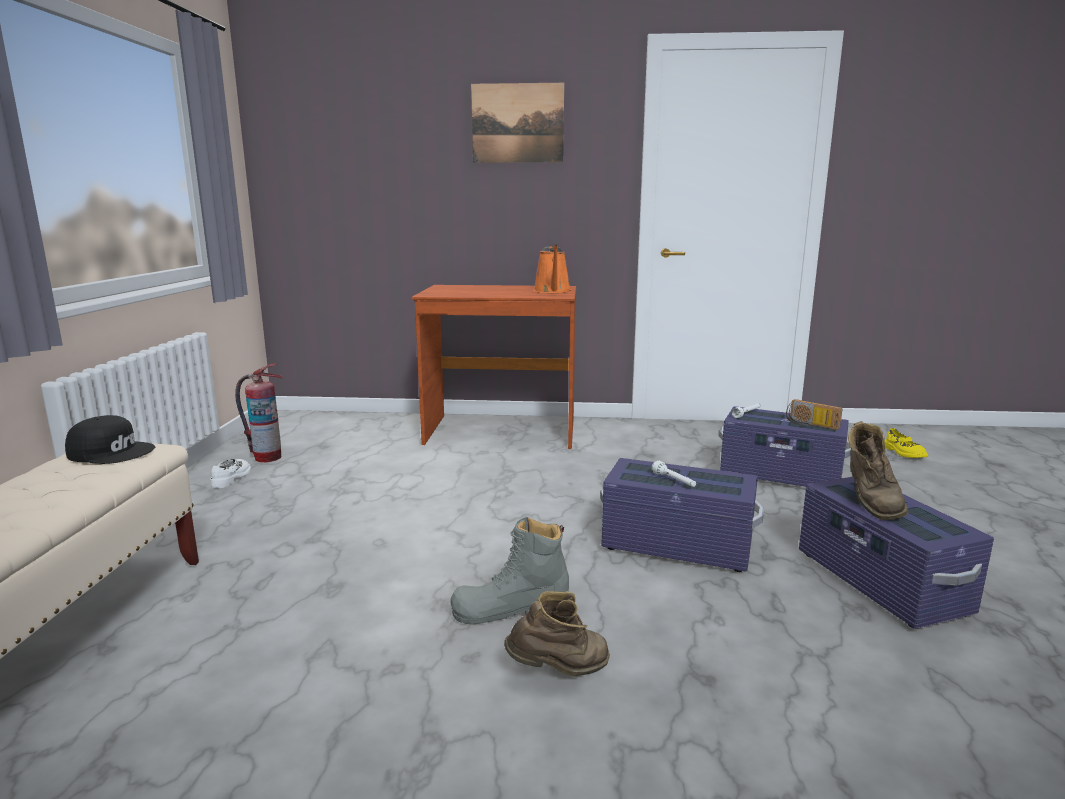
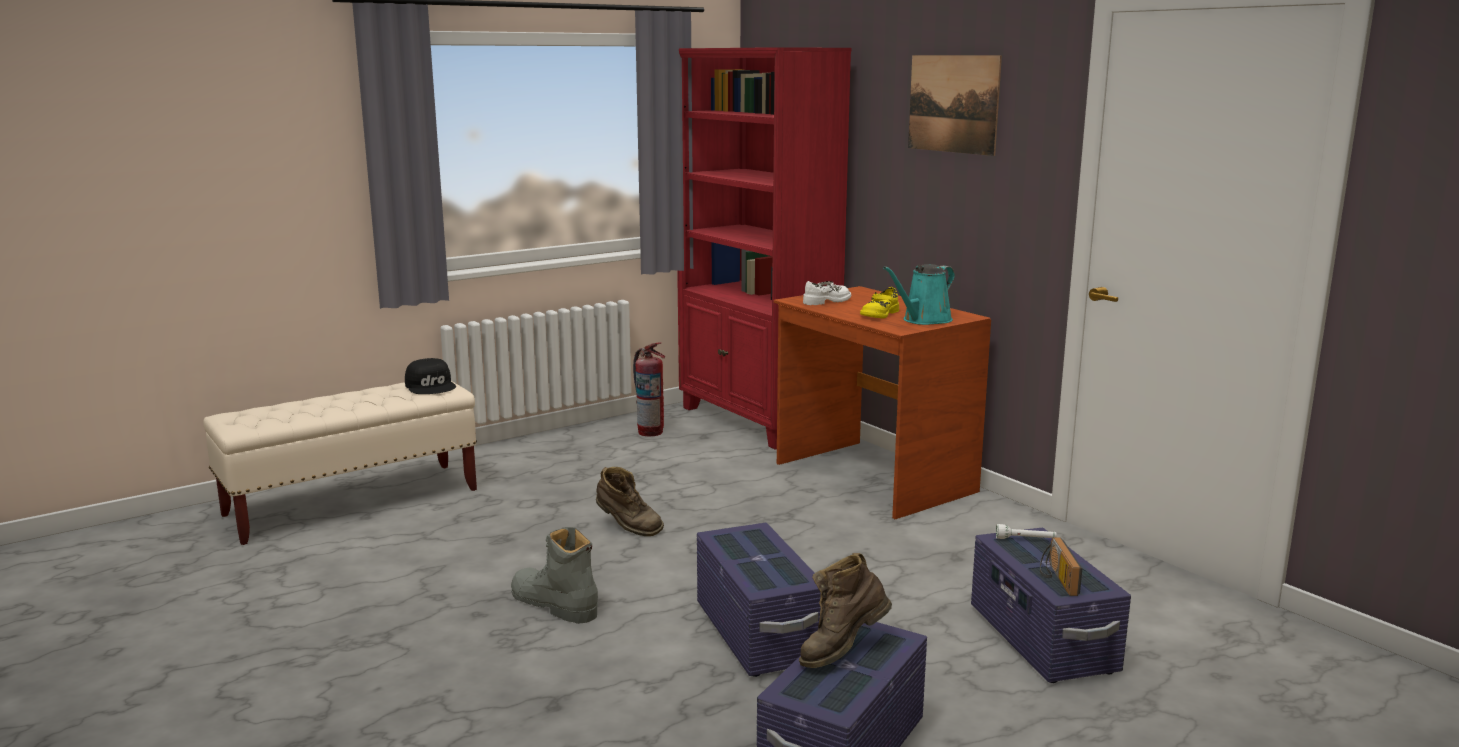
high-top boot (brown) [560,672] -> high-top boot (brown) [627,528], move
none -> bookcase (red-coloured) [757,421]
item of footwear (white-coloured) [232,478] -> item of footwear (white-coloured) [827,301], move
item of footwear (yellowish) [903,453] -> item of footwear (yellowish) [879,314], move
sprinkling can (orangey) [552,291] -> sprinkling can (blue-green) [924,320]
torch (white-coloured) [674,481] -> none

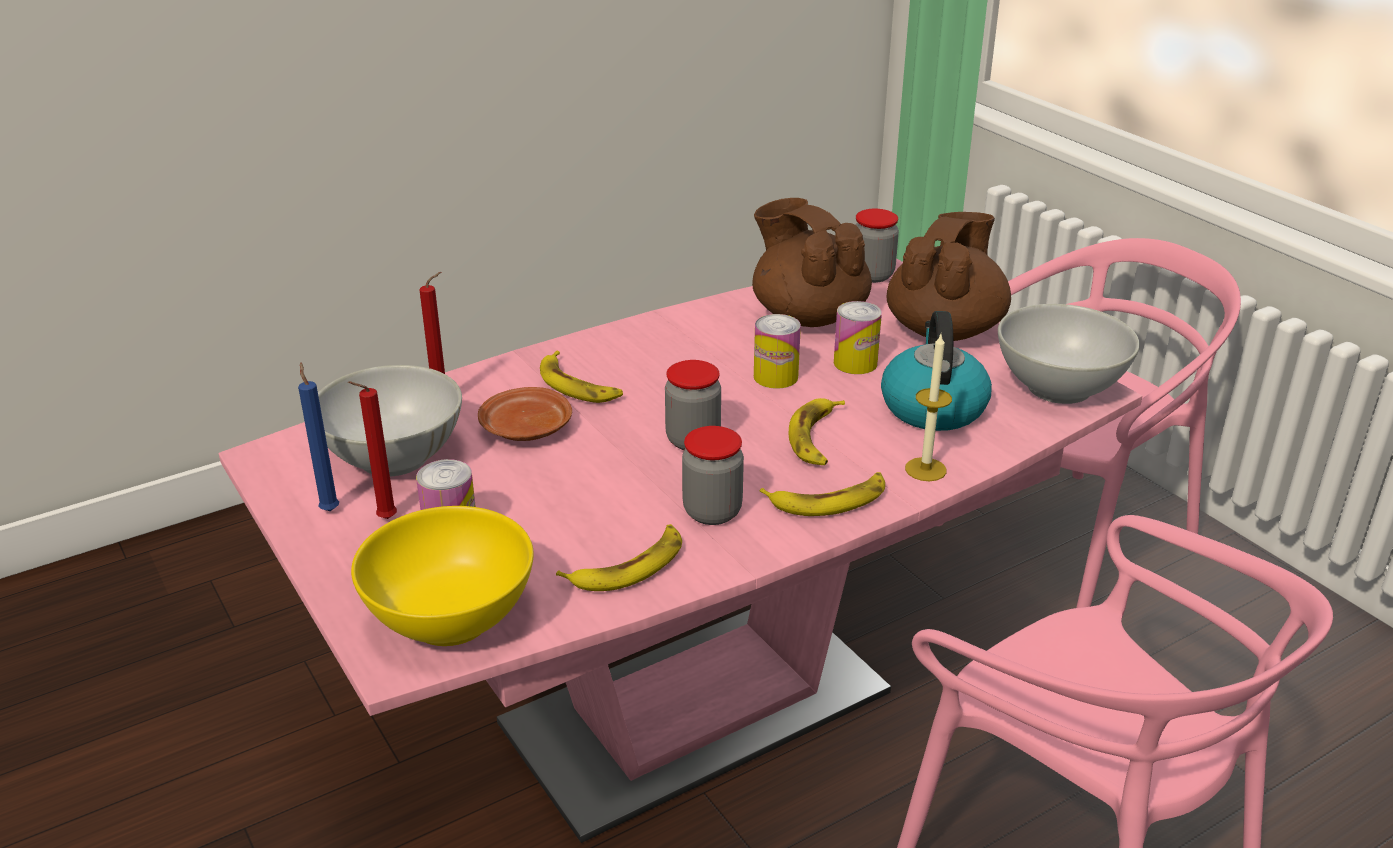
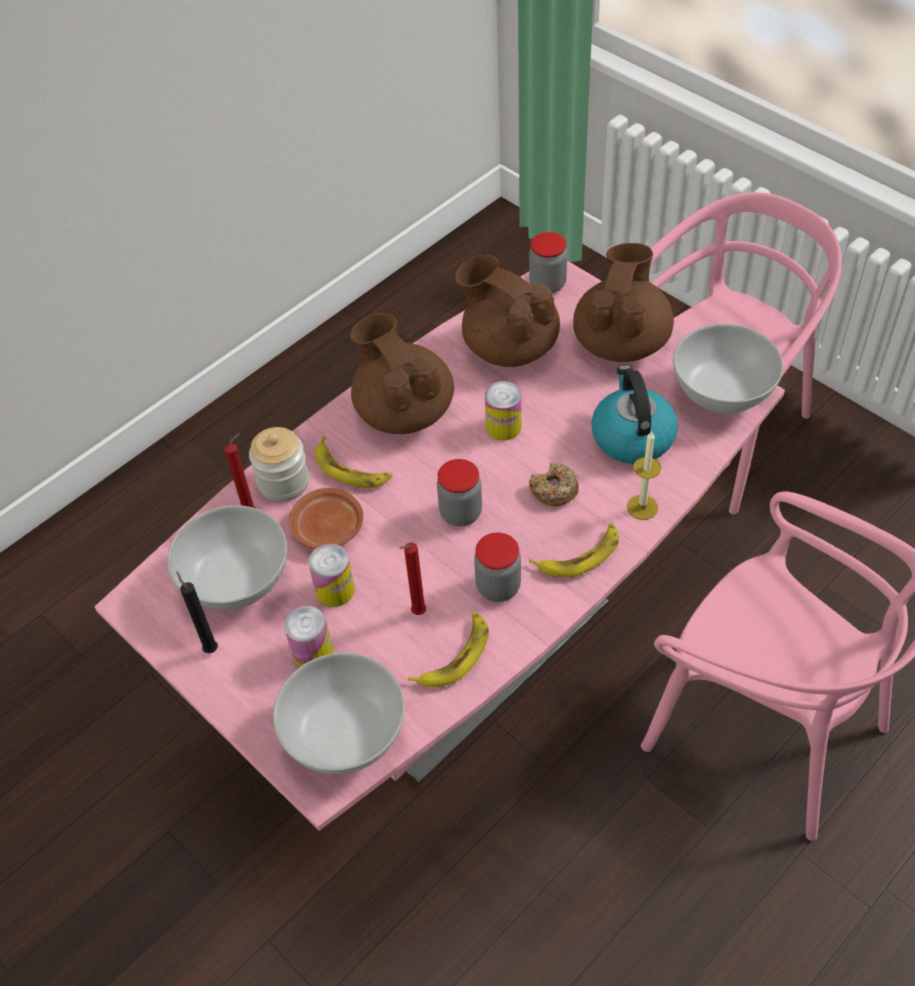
wax candle (blue) [329,509] -> wax candle (blackish) [210,648]
none -> storage jar [283,482]
deep dish (yellowish) [449,620] -> deep dish (white-coloured) [344,737]
can [855,363] -> can [335,590], move
none -> tea pot (brown) [403,410]
wax candle (red-coloured) [384,519] -> wax candle (red-coloured) [416,613], move
banana [817,438] -> donut [554,490]

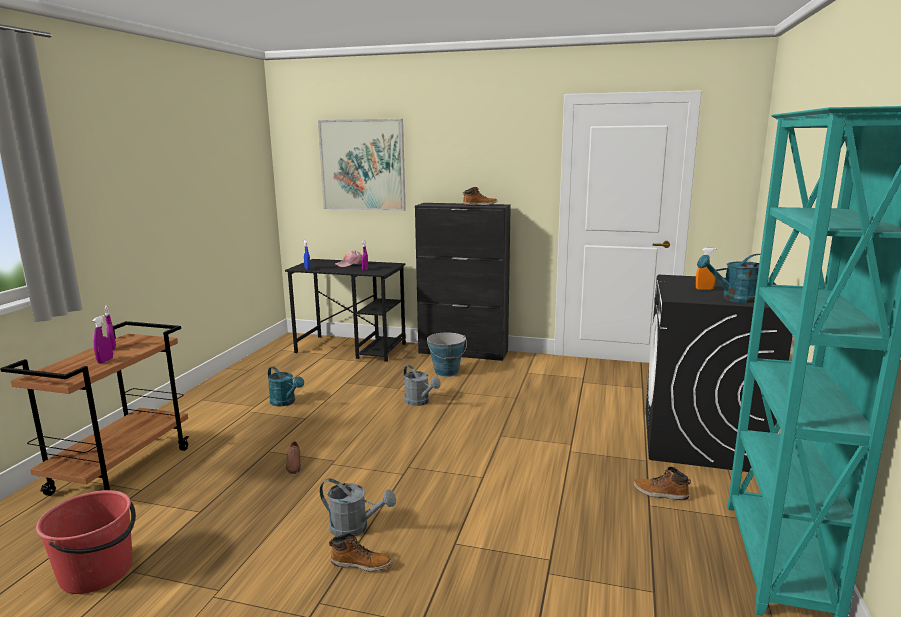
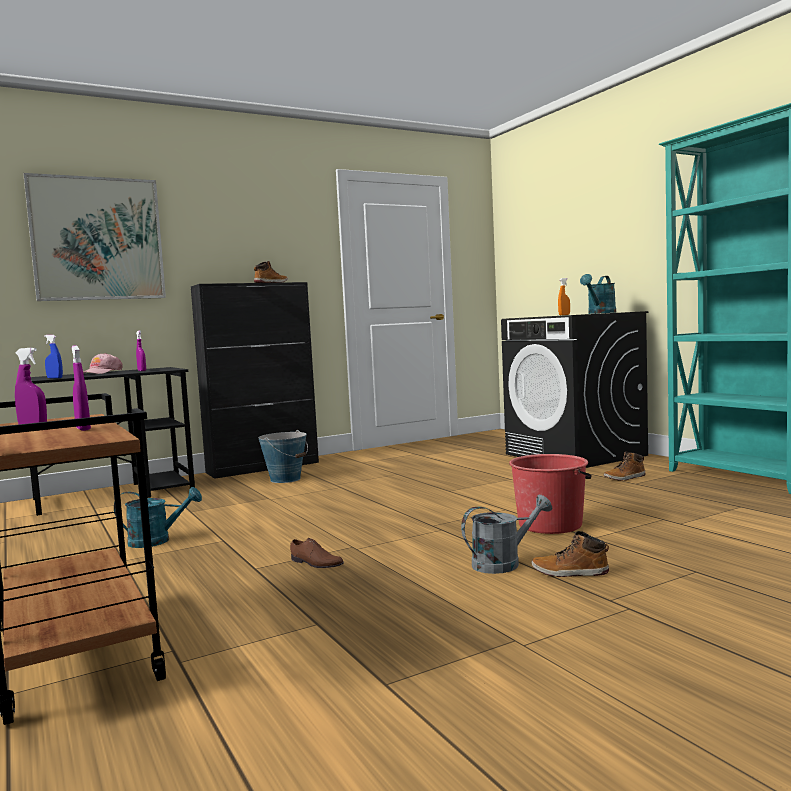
water bucket (red-coloured) [98,572] -> water bucket (red-coloured) [550,524], move
high-top boot [361,563] -> high-top boot [570,572], 135 degrees counterclockwise
sprinkling can (greyish) [420,402] -> none

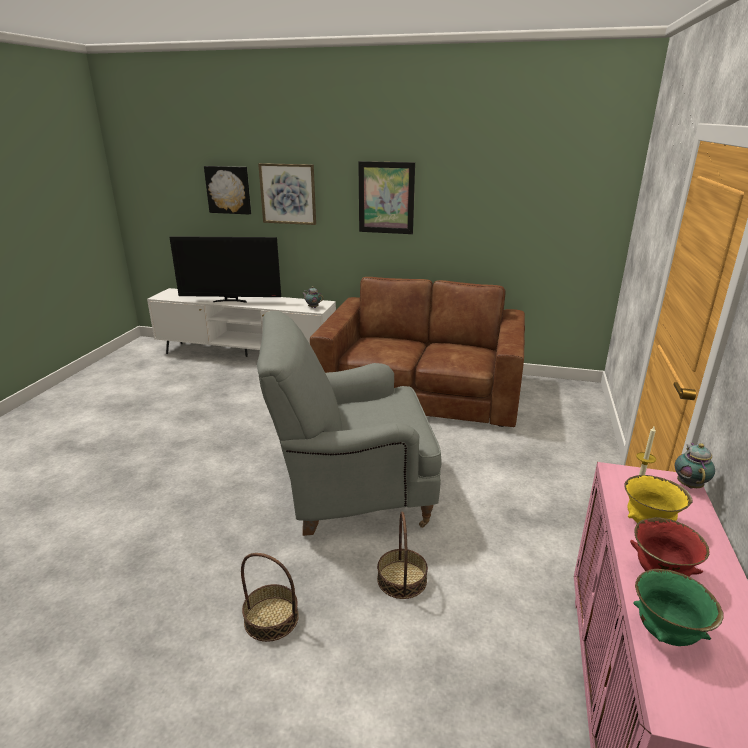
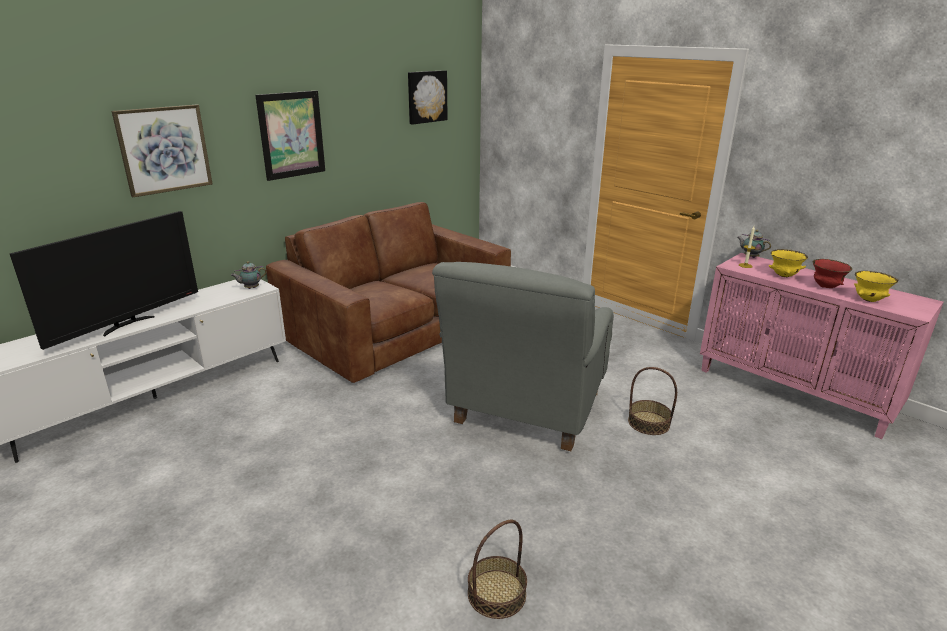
wall picture [228,190] -> wall picture [426,96], move
basket [271,618] -> basket [496,593], move
deep dish (green-coloured) [665,634] -> deep dish (yellowish) [869,300]

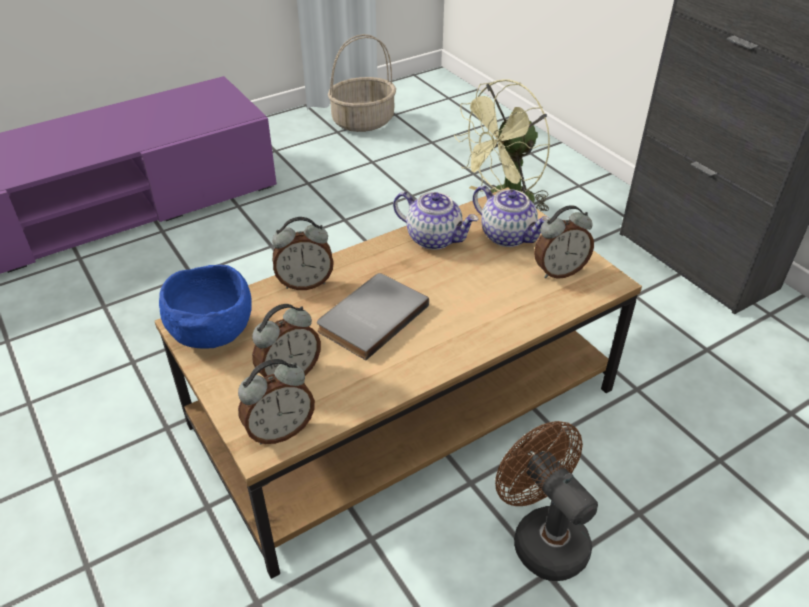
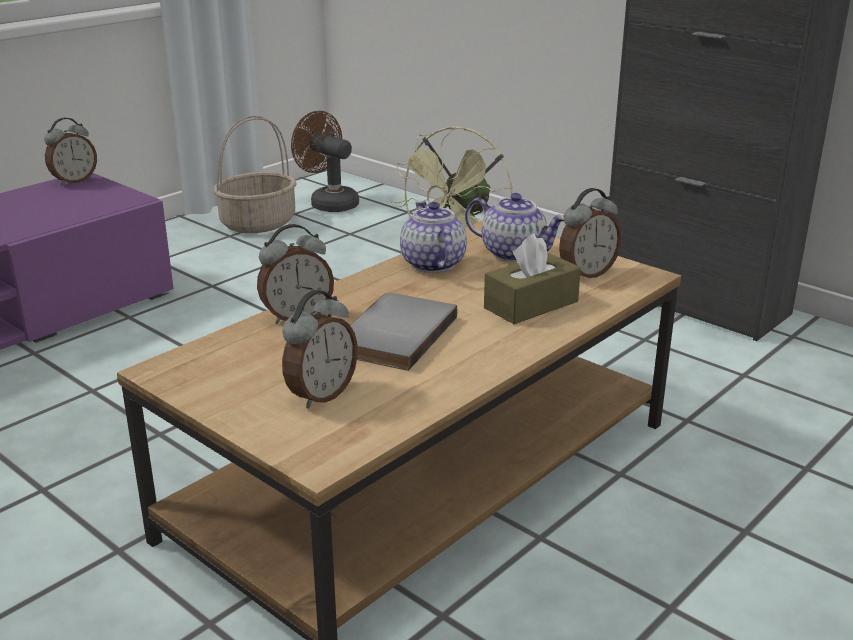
alarm clock [280,430] -> alarm clock [74,181], move
fan (brown) [542,537] -> fan (brown) [329,203], move
tea pot [434,238] -> tea pot [431,264], 120 degrees counterclockwise
none -> tissue box (brown) [531,305]
deep dish (blue) [212,333] -> none

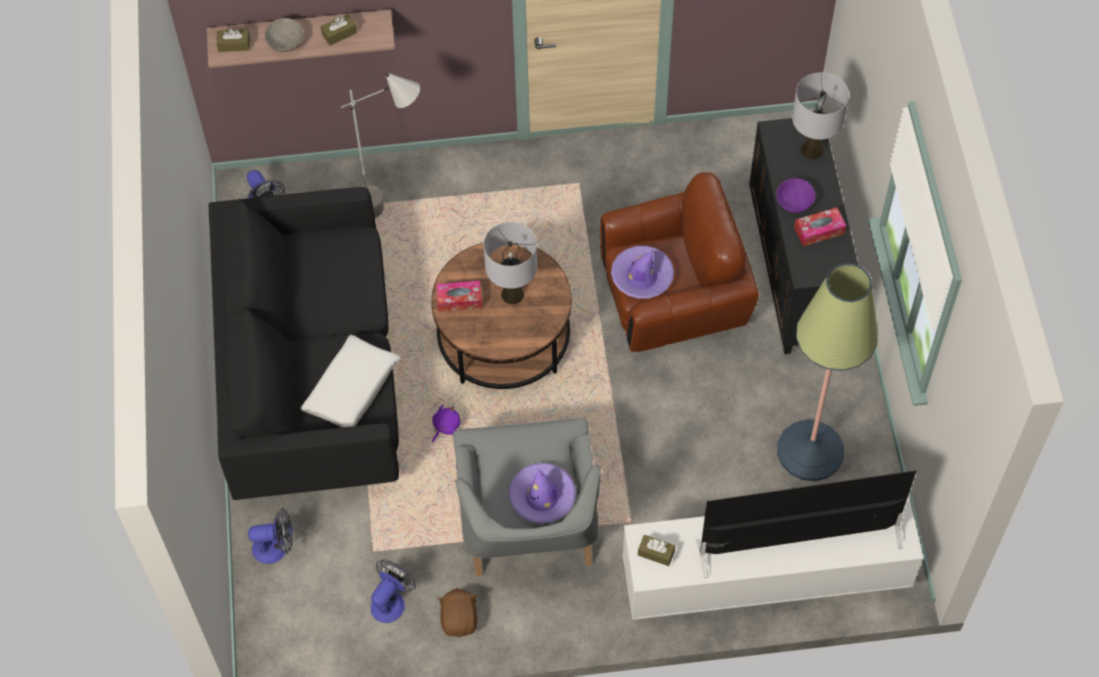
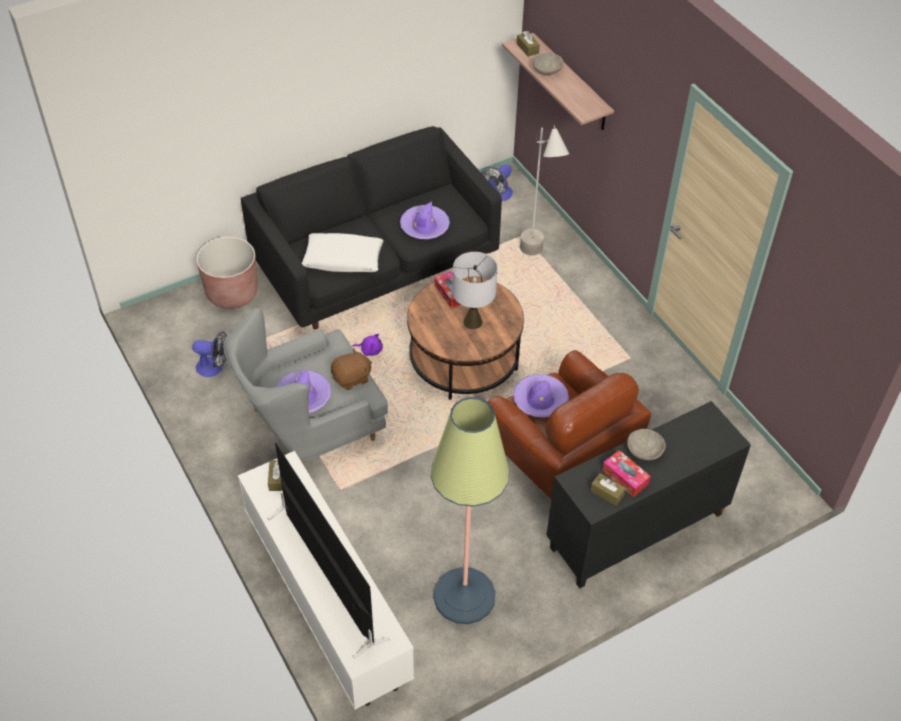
fan [276,547] -> planter (brown) [232,293]
soft toy (brown) [460,619] -> soft toy (brown) [352,378], move
none -> clothing hat (purplish) [424,227]
tissue box (brown) [339,34] -> tissue box (brown) [607,493], move
deep dish (purplish) [794,202] -> deep dish (greyish) [644,450]
table lamp (greyish) [812,149] -> none

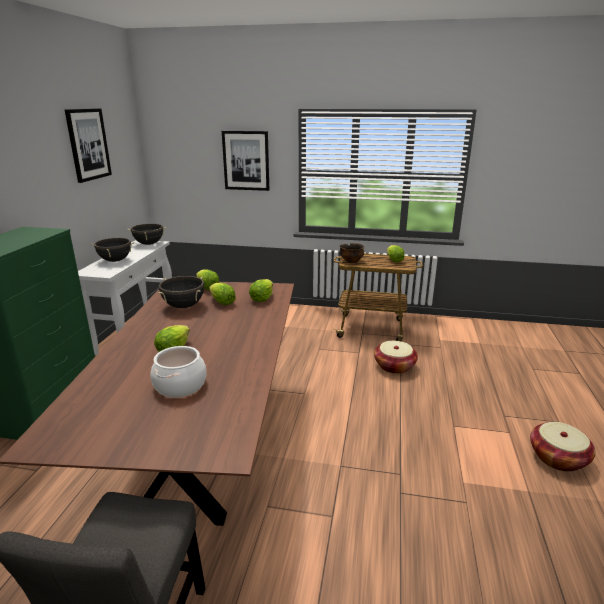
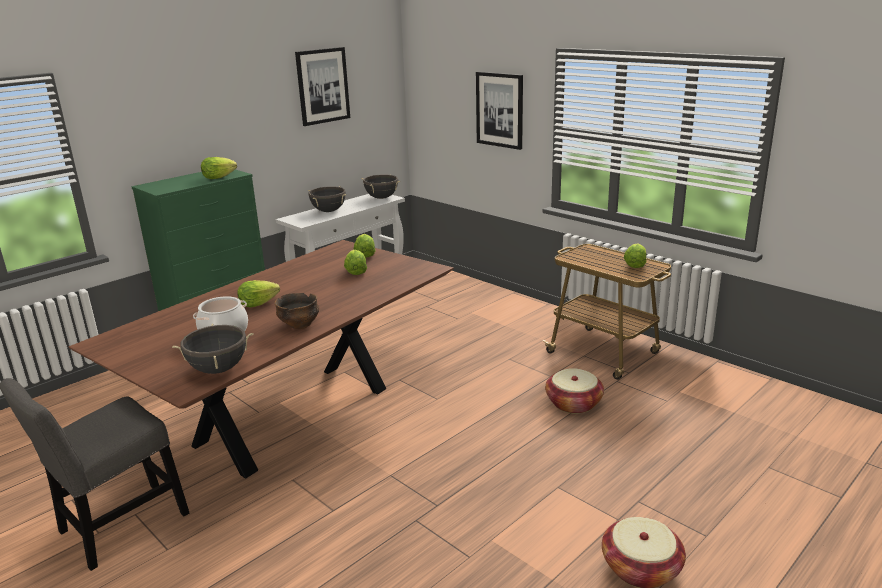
saucepot (blackish) [183,306] -> saucepot (blackish) [218,369], move
lettuce head [262,299] -> lettuce head [218,177], move
deep dish [351,261] -> deep dish [300,325], move

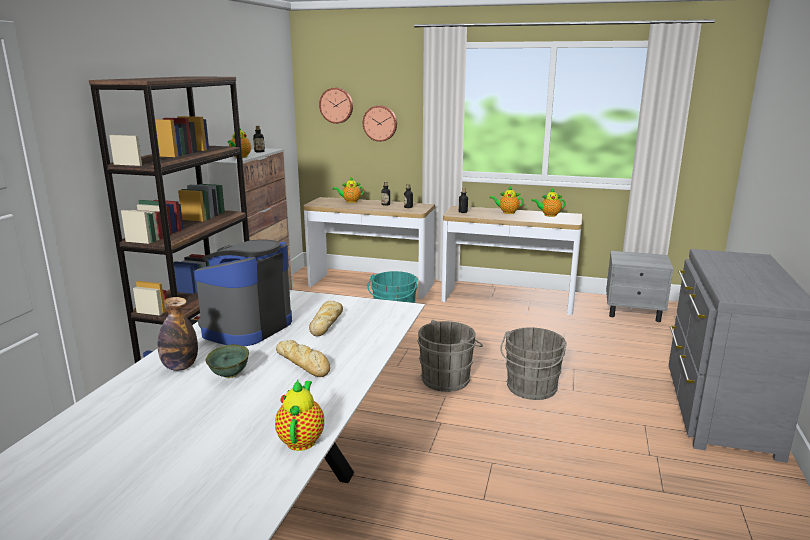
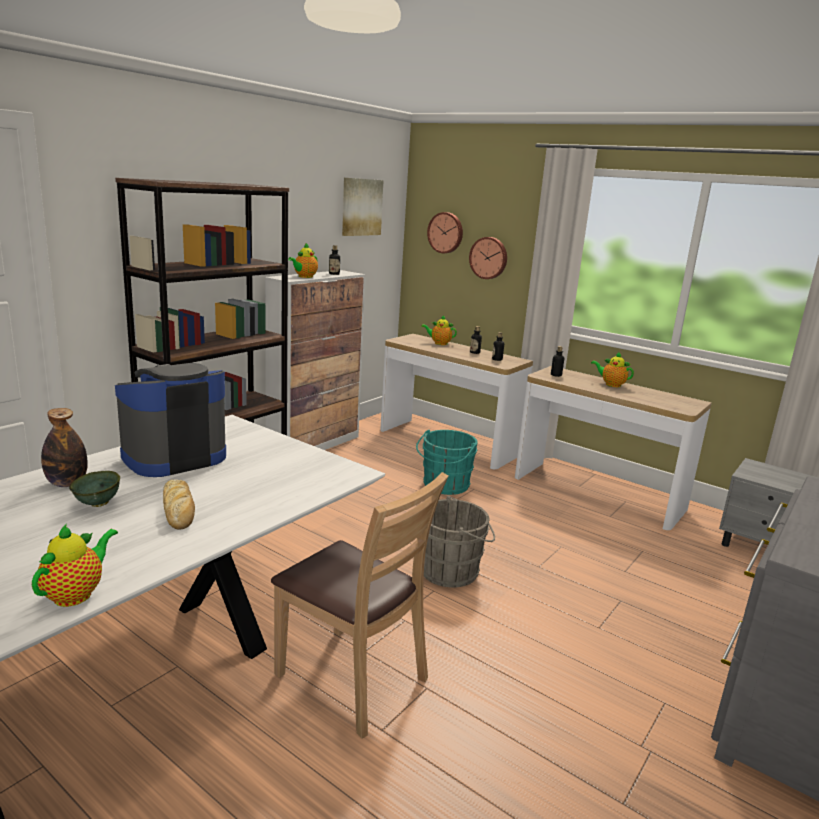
none -> chair (brown) [352,679]
none -> wall picture [361,207]
bakery bread [327,322] -> none
water bucket (greyish) [530,389] -> none
tea pot [548,215] -> none

